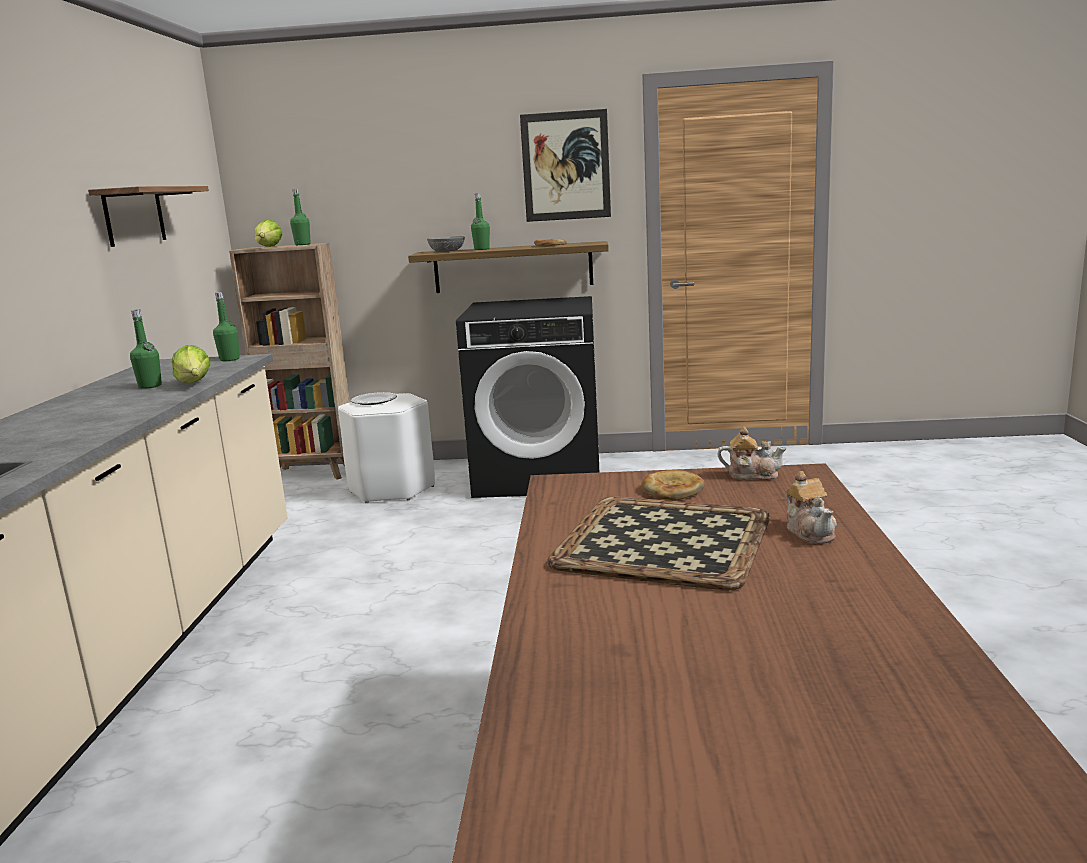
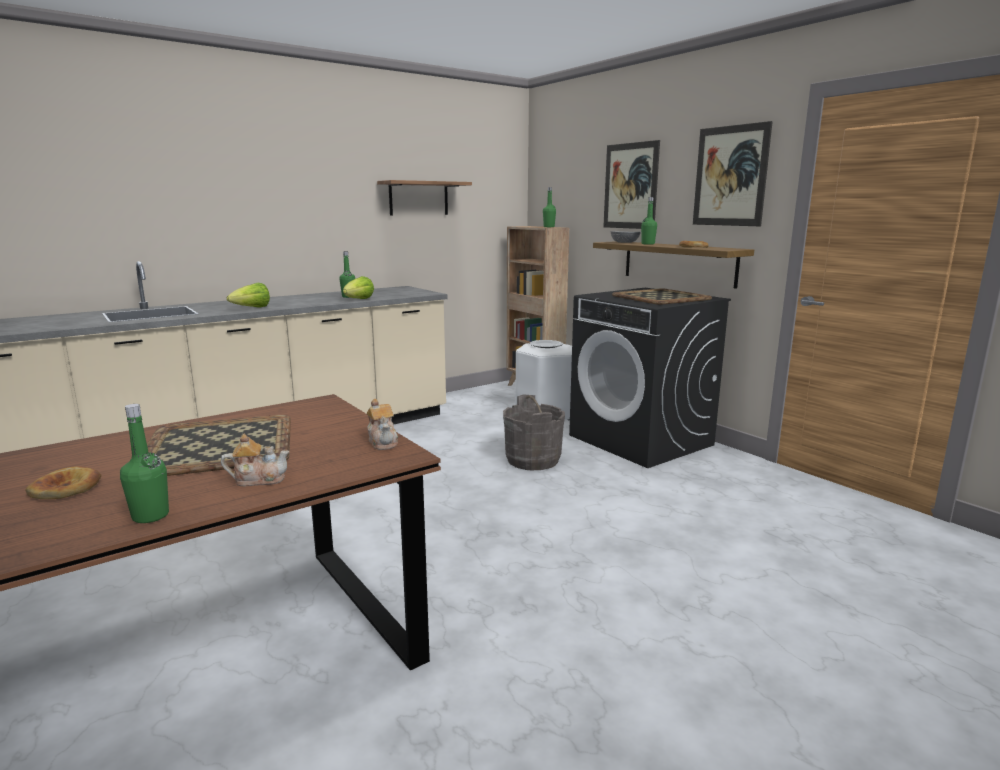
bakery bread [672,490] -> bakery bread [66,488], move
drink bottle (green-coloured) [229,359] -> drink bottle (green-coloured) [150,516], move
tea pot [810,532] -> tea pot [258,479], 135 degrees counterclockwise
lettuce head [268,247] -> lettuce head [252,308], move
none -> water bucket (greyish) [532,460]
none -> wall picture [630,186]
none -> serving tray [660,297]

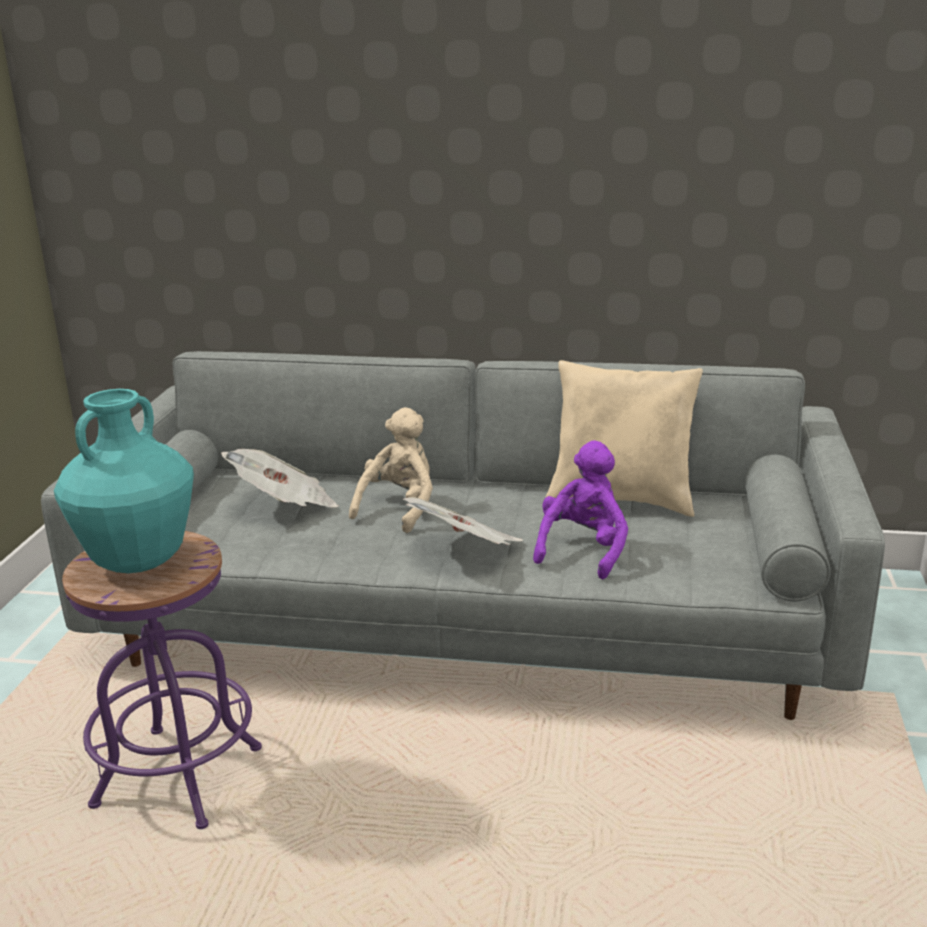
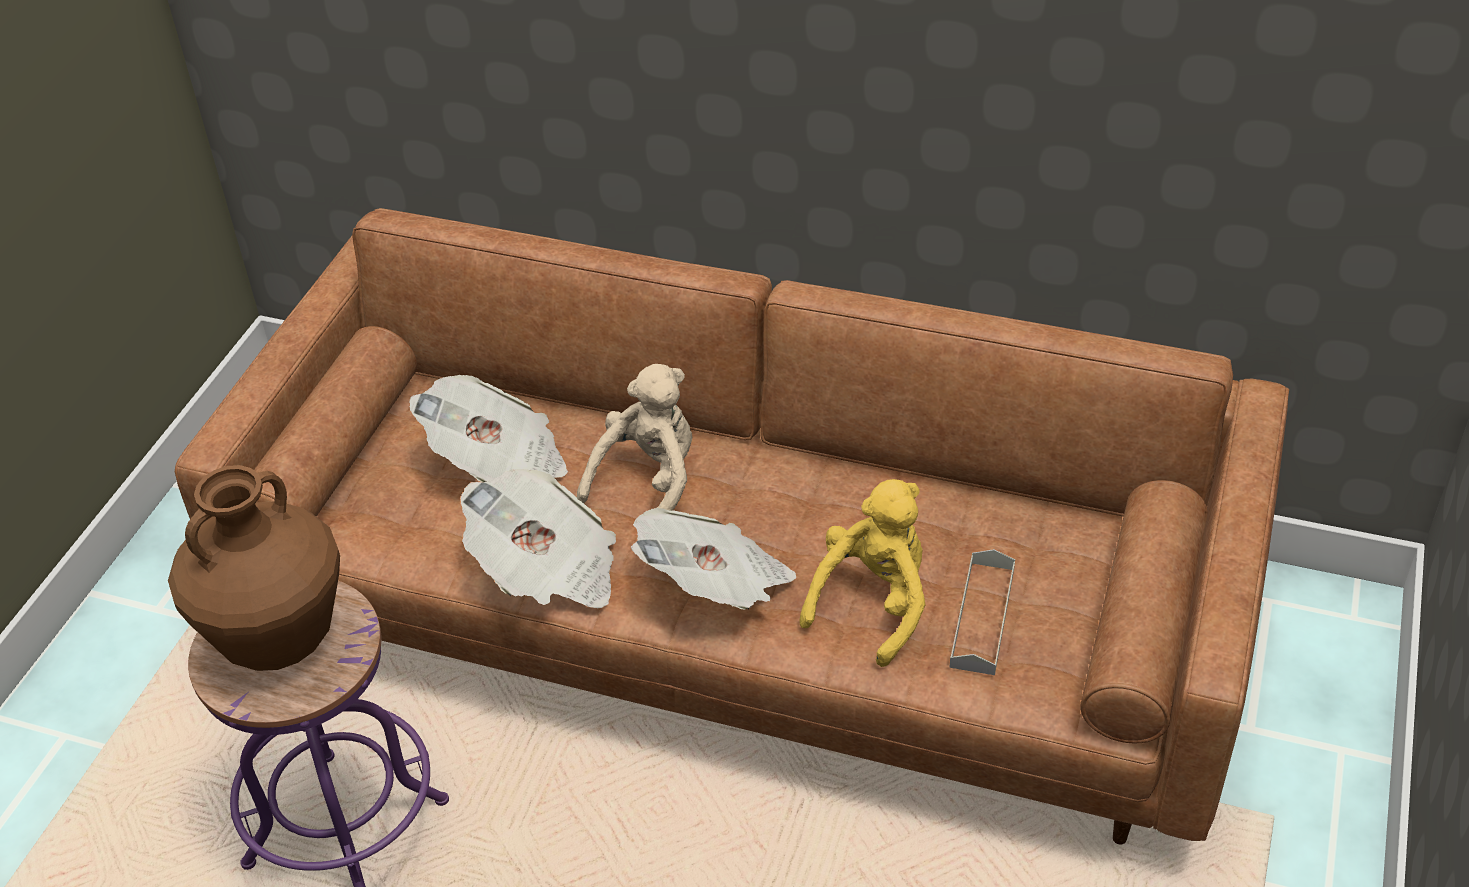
vase (blue-green) [139,562] -> vase (brown) [280,640]
couch (greyish) [467,620] -> couch (brown) [742,610]
none -> printed paper [547,570]
soft toy (purplish) [583,550] -> soft toy (yellowish) [873,603]
none -> serving tray (greyish) [982,617]
cushion (beige-coloured) [622,500] -> none

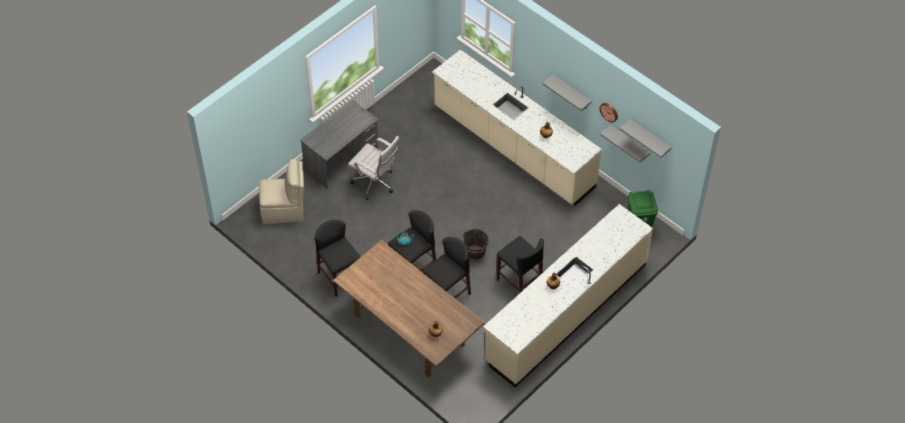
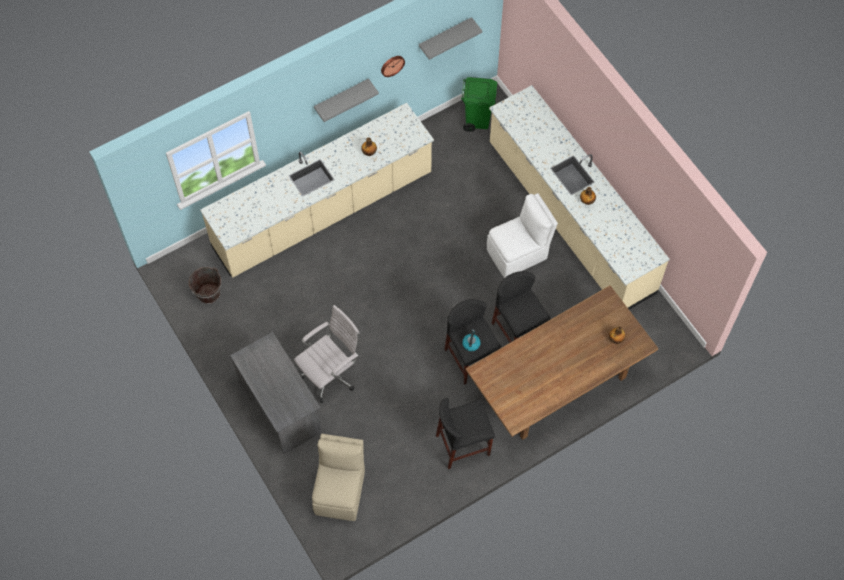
water bucket (brown) [475,253] -> water bucket (brown) [208,294], move
stool (blackish) [519,282] -> chair (white-coloured) [518,253]
wall shelf (greyish) [629,143] -> none

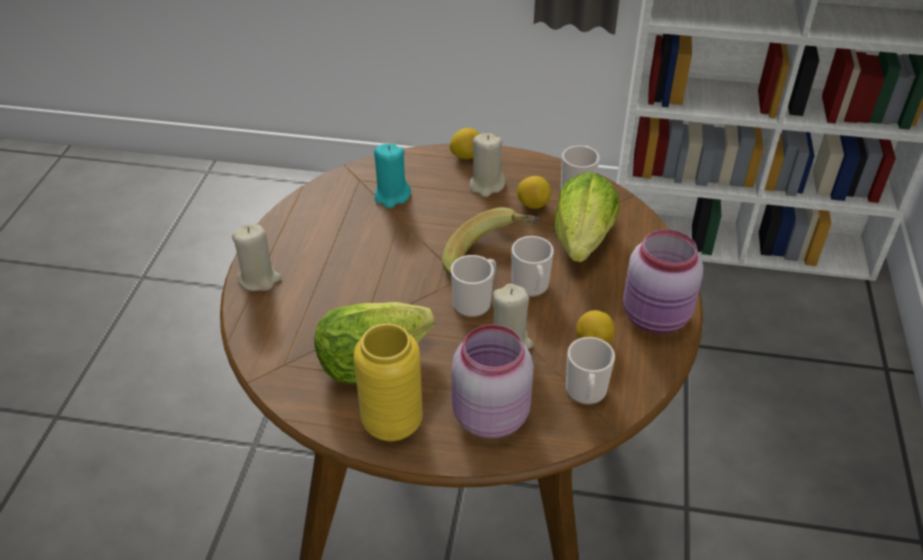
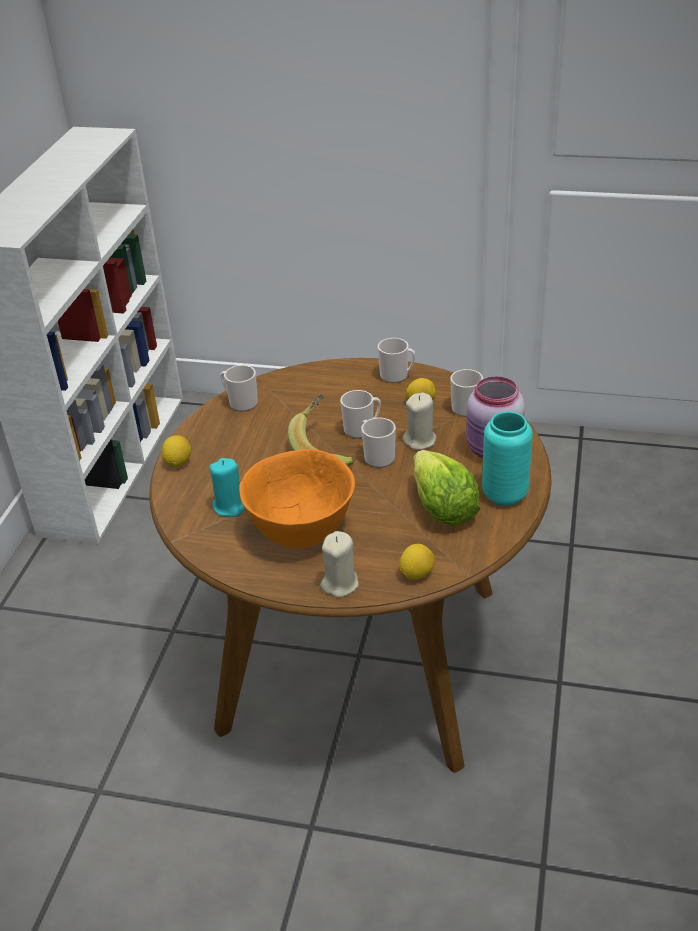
none -> deep dish (orangey) [302,529]
storage jar (pink-coloured) [657,318] -> tea mug [397,376]
citrus fruit [532,205] -> citrus fruit [416,573], move
vase (yellowish) [392,423] -> vase (blue-green) [505,495]
wax candle (beige-coloured) [486,185] -> none
lettuce head [583,240] -> none

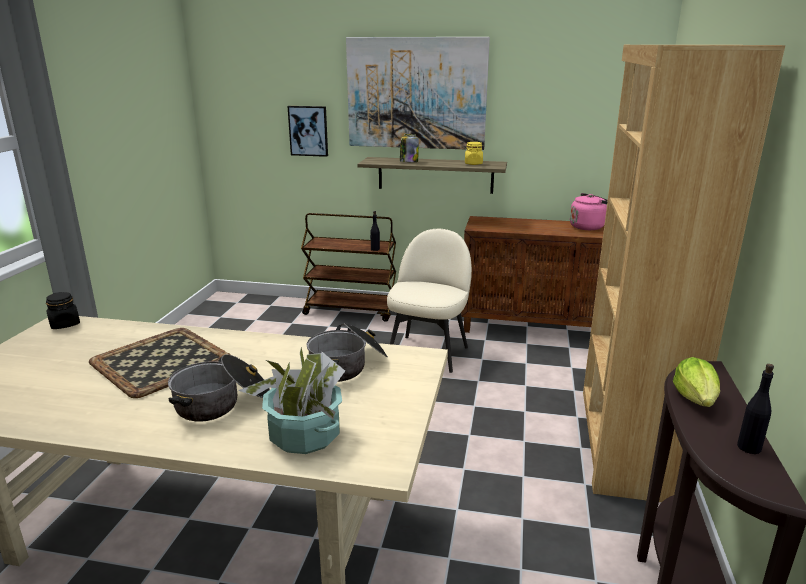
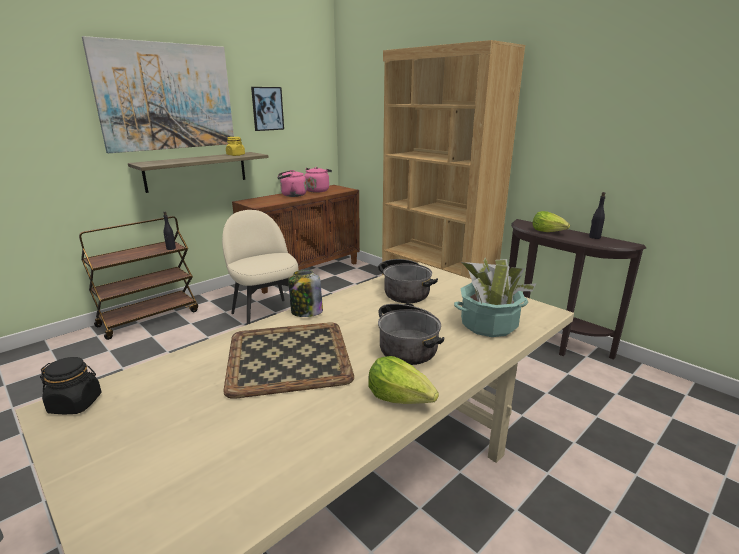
wall picture [308,131] -> wall picture [267,108], move
none -> kettle (pink-coloured) [292,195]
storage jar [408,162] -> storage jar [306,312], move
none -> lettuce head [400,398]

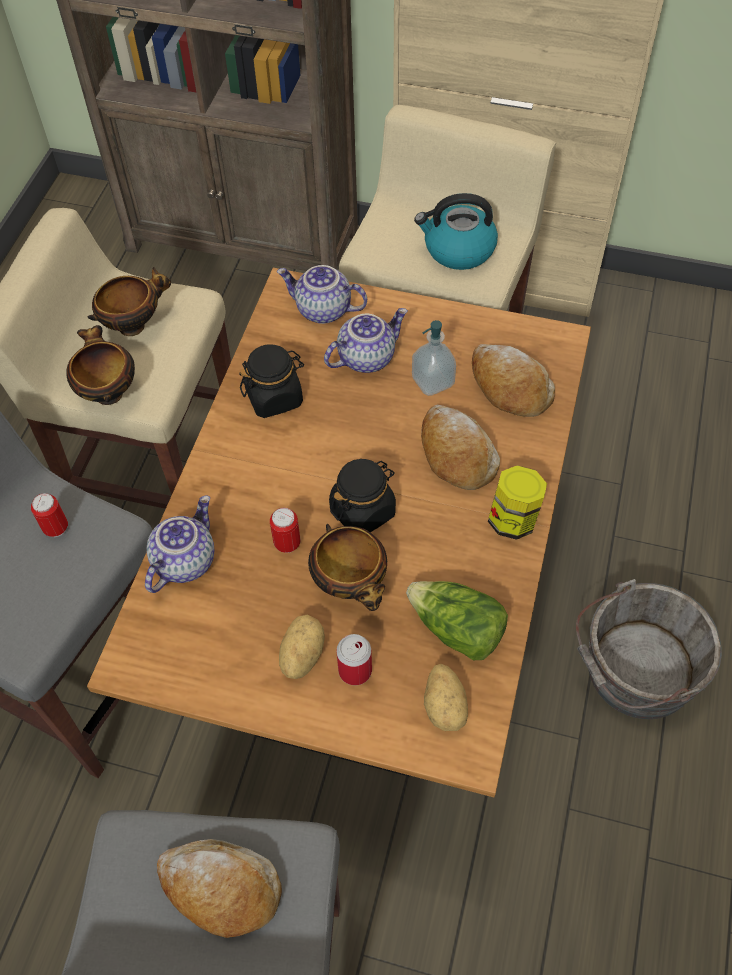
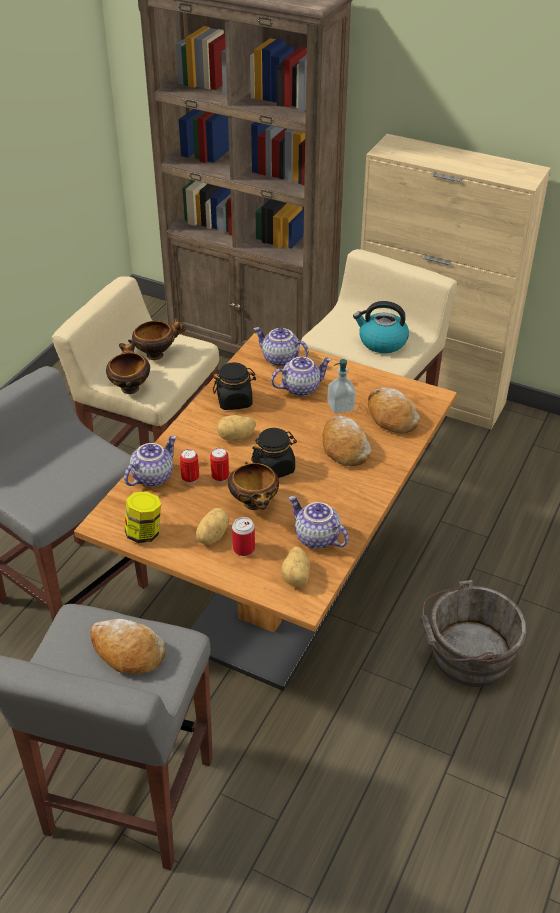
storage jar [513,519] -> storage jar [144,533], move
can [56,528] -> can [190,478], move
none -> whole potato [236,437]
lettuce head [456,630] -> tea pot [316,538]

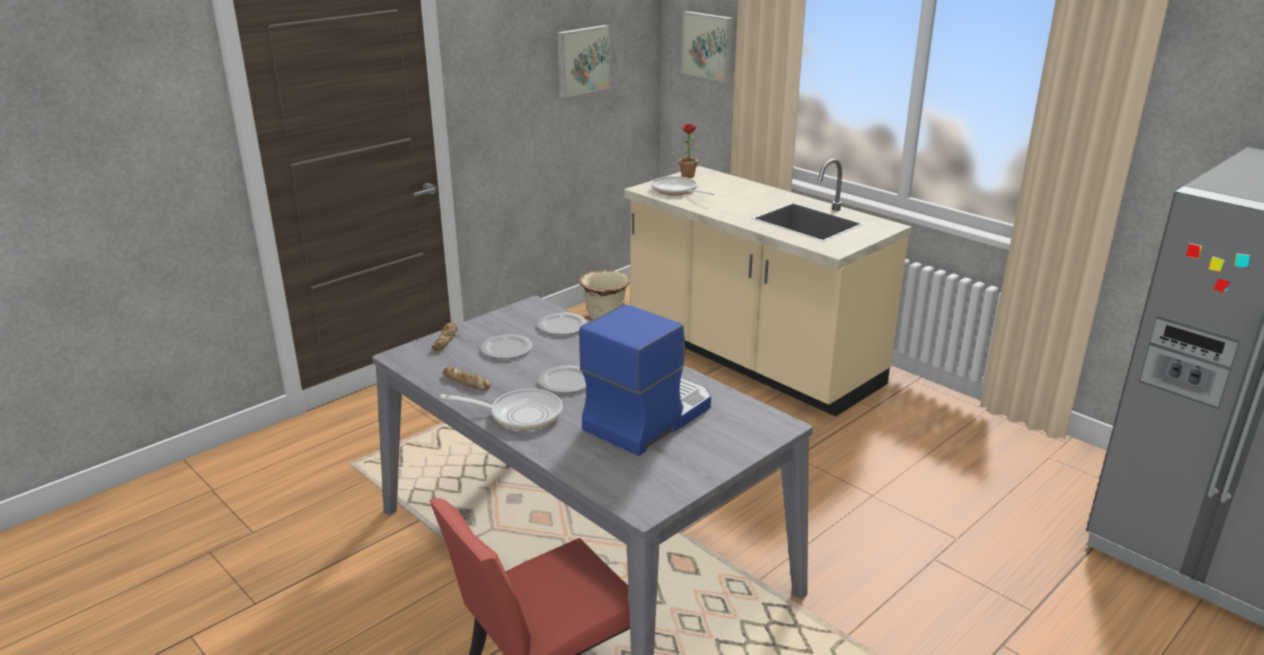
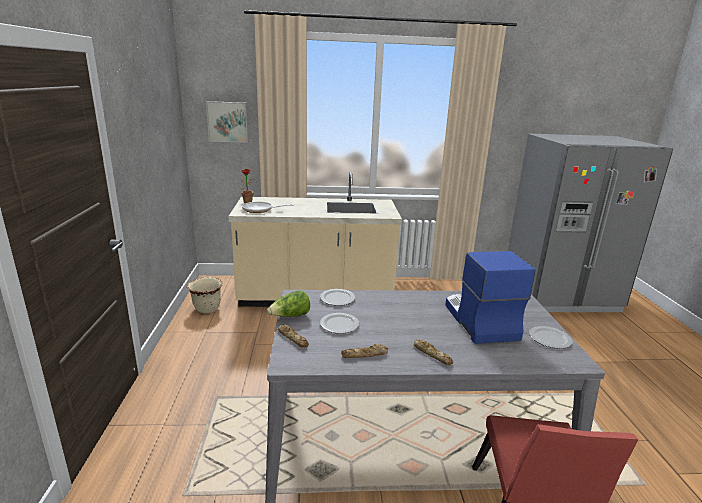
none -> lettuce head [290,316]
pan [520,414] -> bakery bread [432,354]
dinner plate [565,381] -> dinner plate [549,339], move
wall picture [581,60] -> none

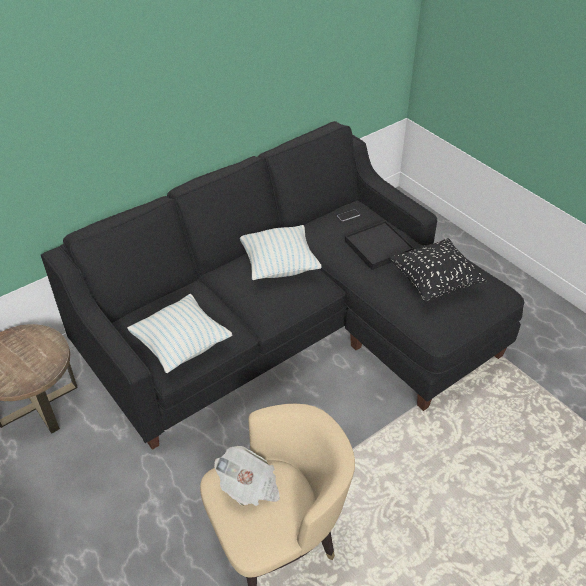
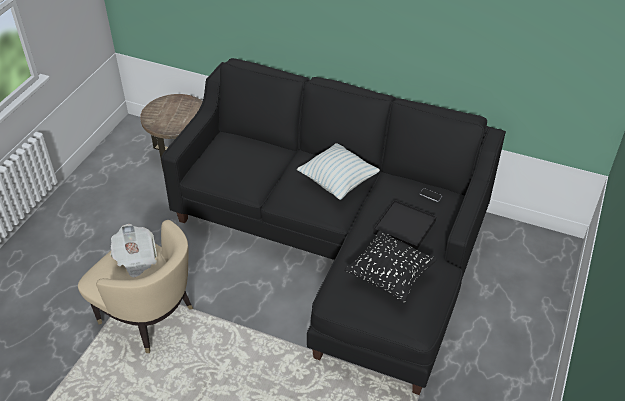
cushion [181,346] -> none

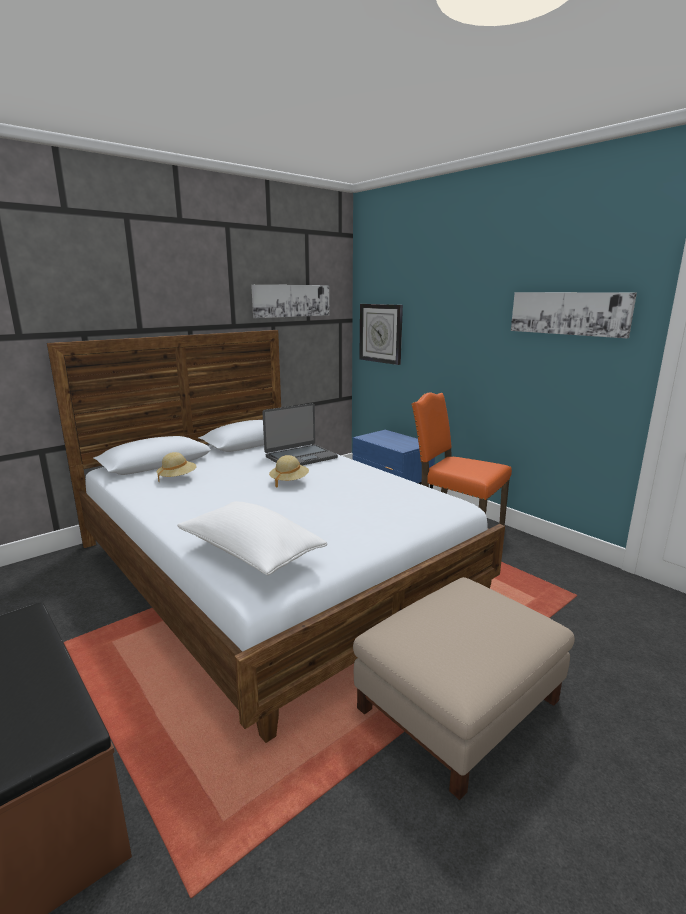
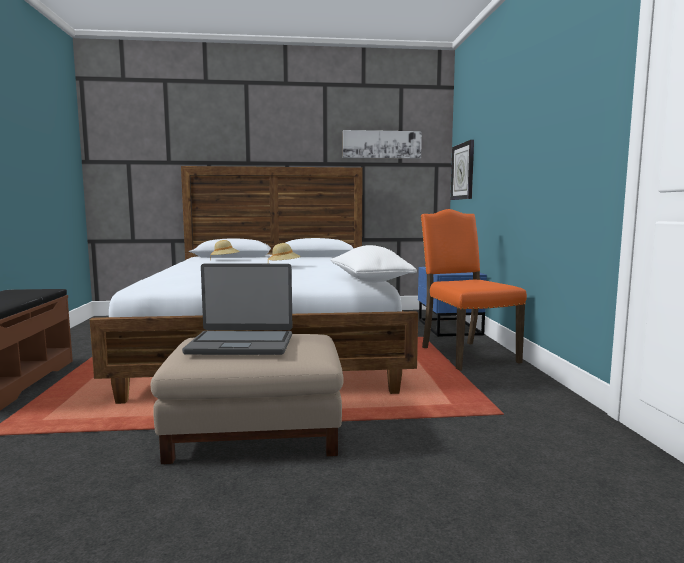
notebook computer [300,457] -> notebook computer [241,344], move
cushion (white-coloured) [250,553] -> cushion (white-coloured) [369,281], move
wall picture [569,313] -> none

